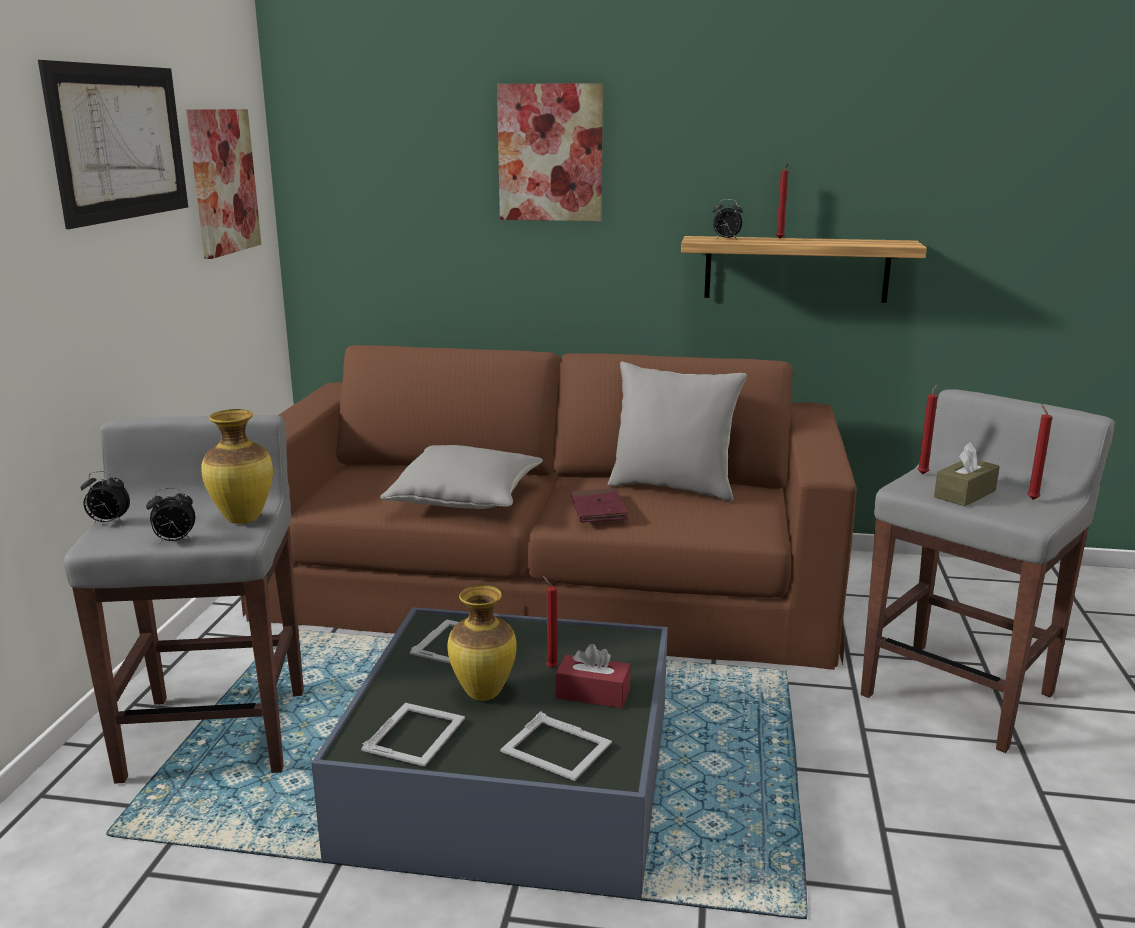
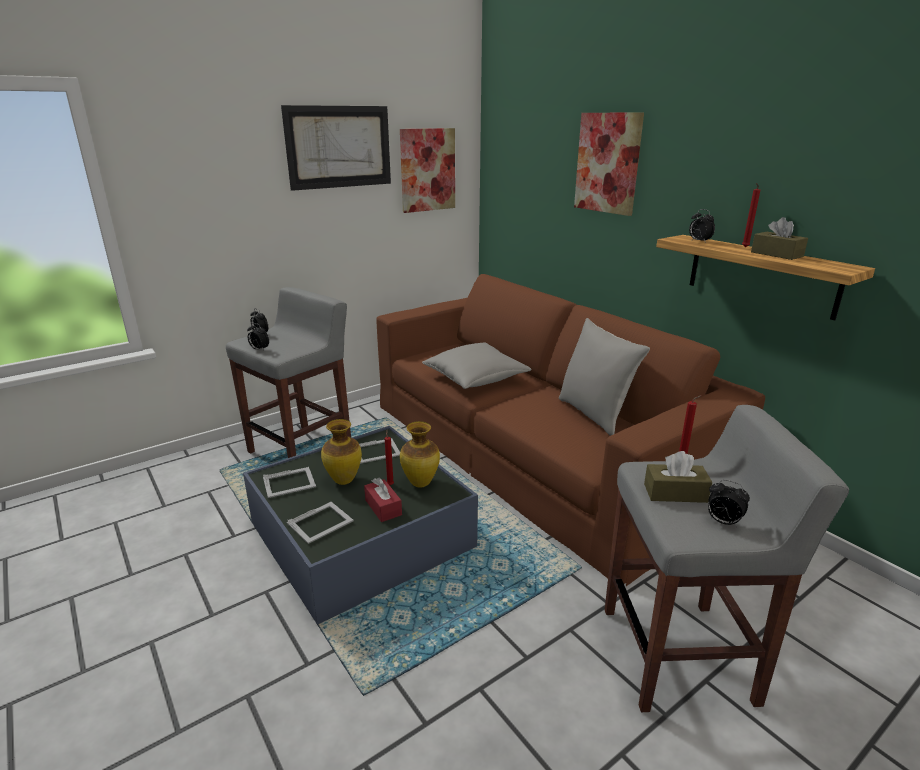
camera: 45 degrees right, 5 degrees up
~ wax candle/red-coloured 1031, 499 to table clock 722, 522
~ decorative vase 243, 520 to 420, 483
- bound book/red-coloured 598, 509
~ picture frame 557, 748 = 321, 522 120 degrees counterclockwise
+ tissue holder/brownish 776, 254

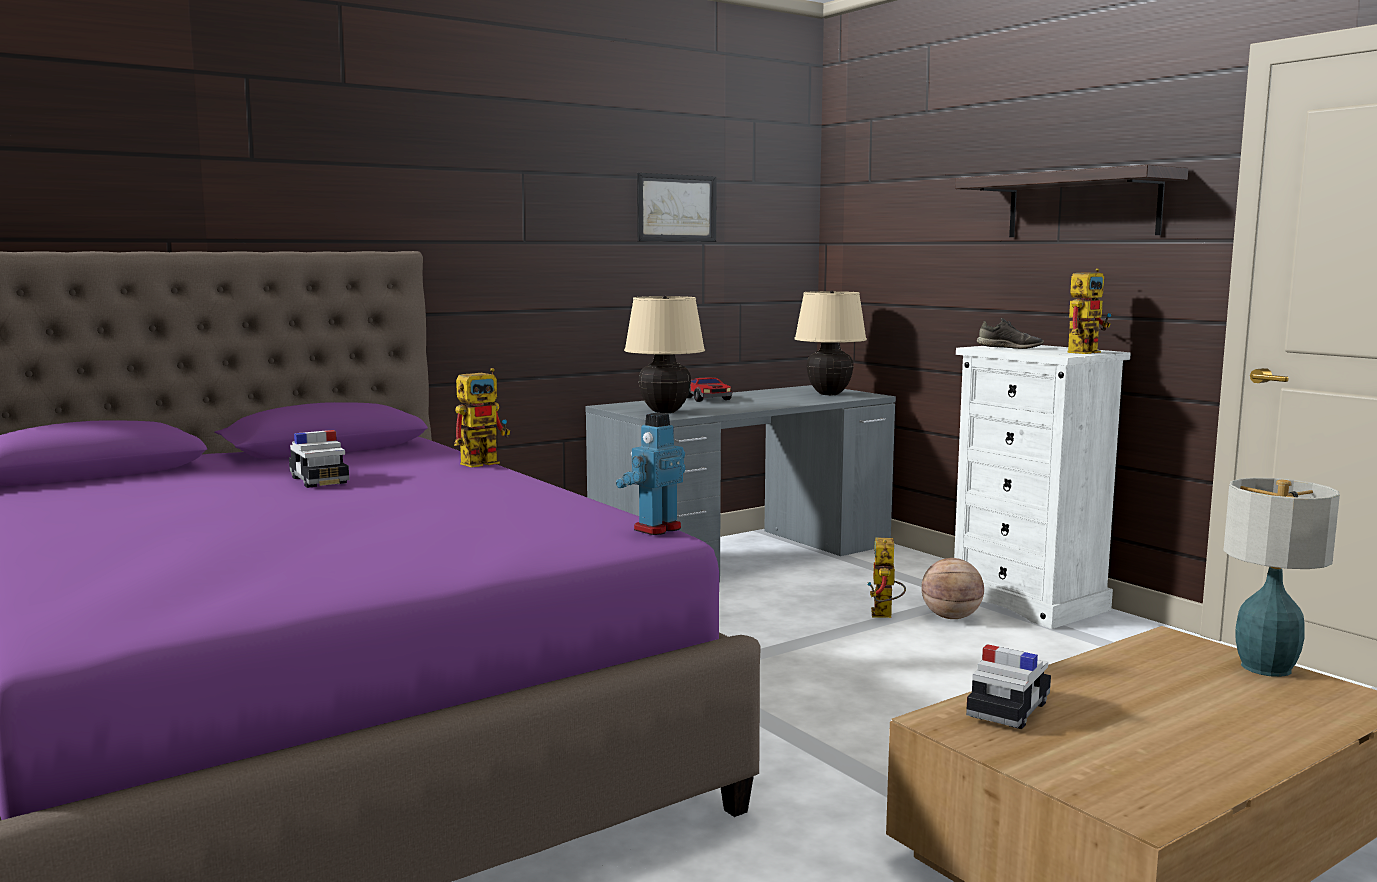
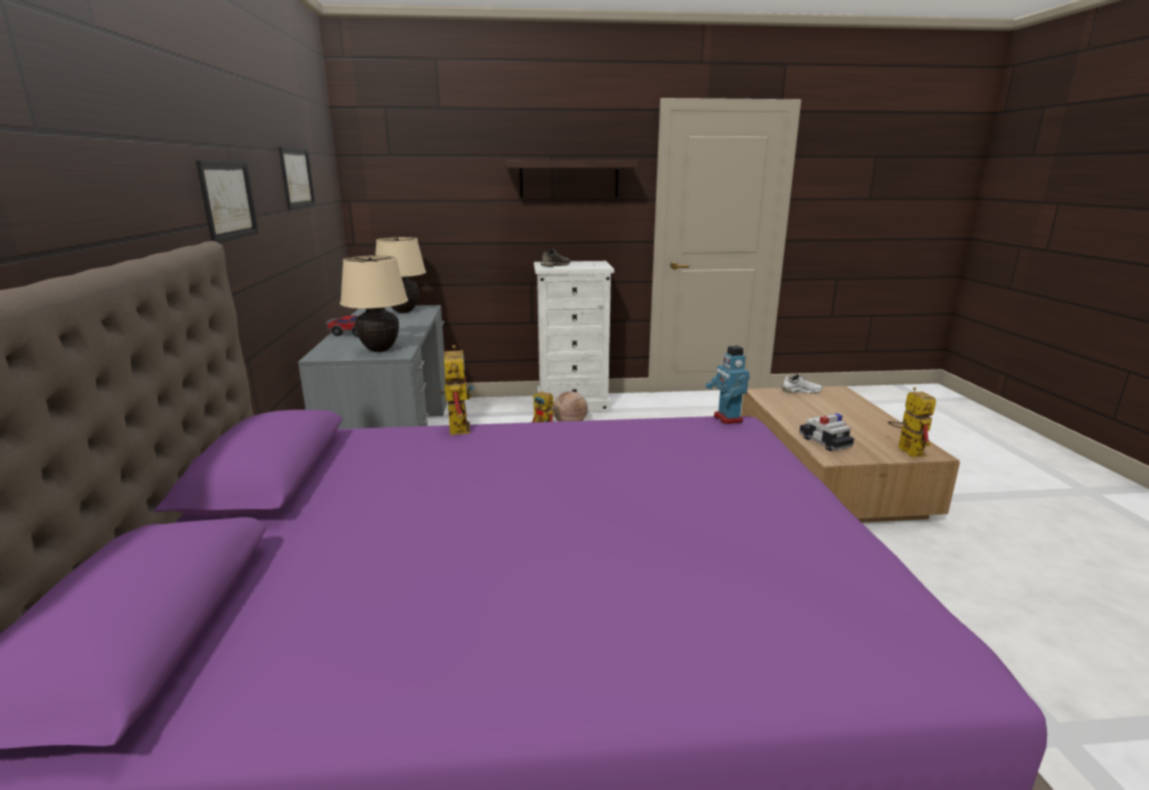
camera: 60 degrees left, 10 degrees up
~ toy robot 1085, 351 to 905, 449
- miniature car 319, 480
~ lamp for a table 1265, 667 to item of footwear/white 801, 391
+ wall art 228, 200

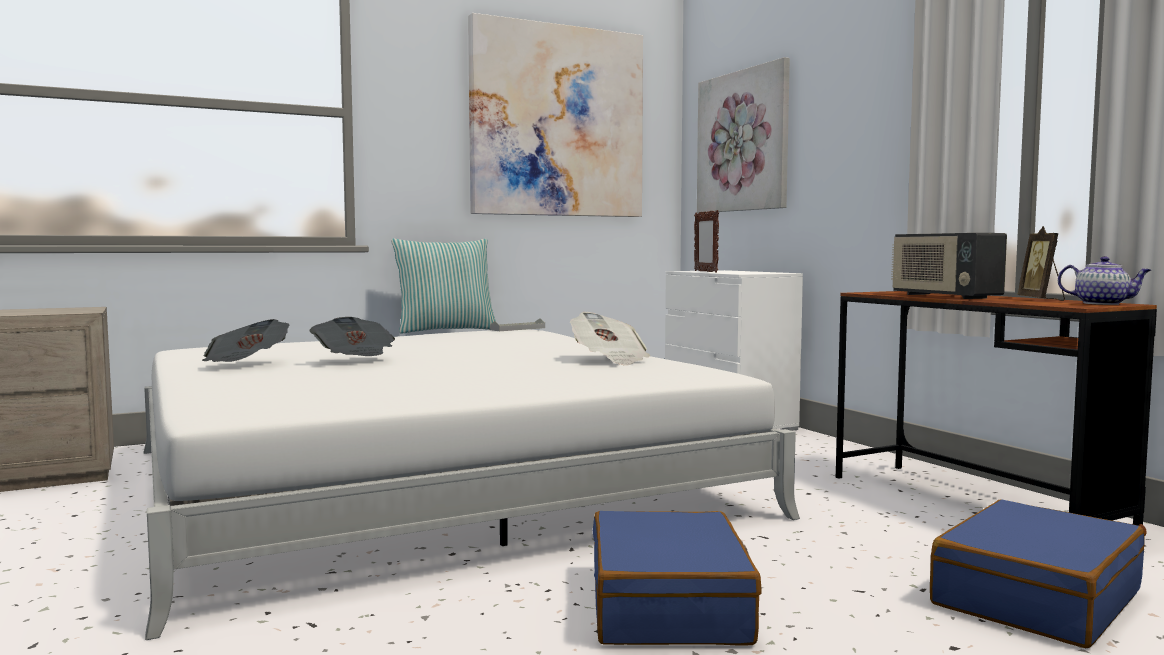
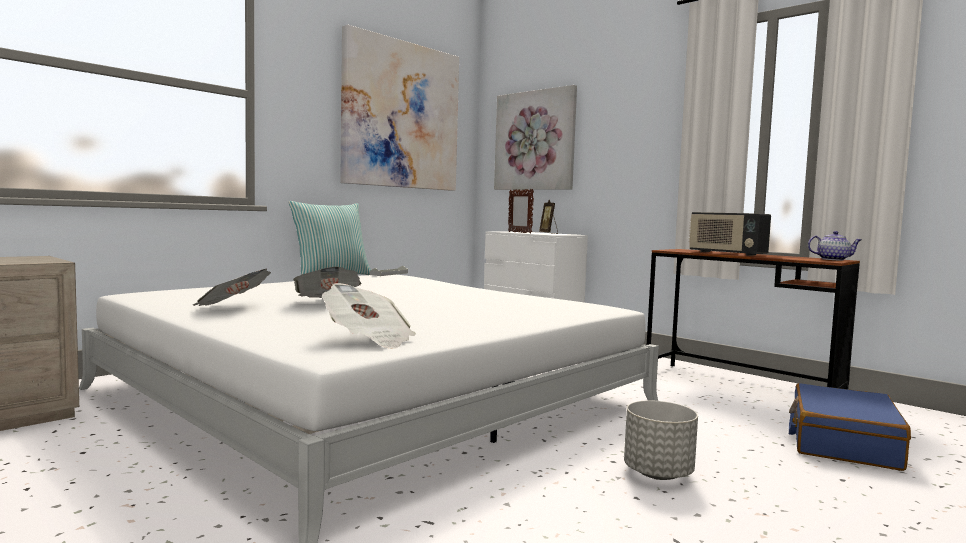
camera: 20 degrees left, 0 degrees up
~ picture frame 1041, 299 to 549, 233
~ daily paper 609, 360 to 369, 340
~ suitcase/blue 669, 605 to plant pot/gray 657, 473

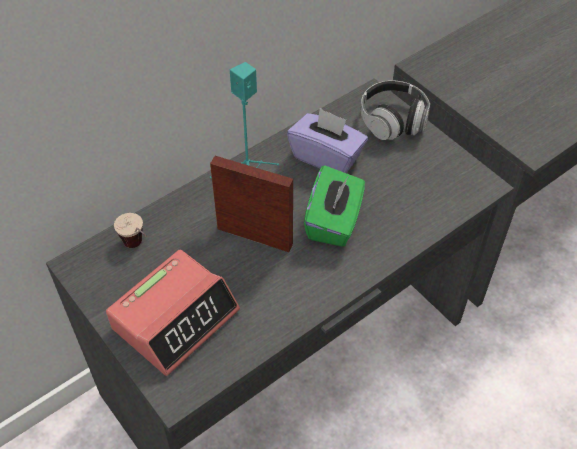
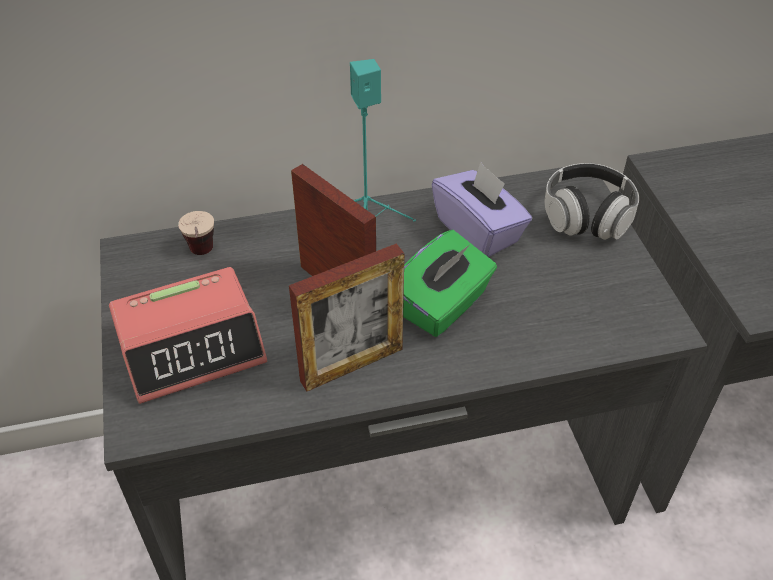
camera: 25 degrees right, 5 degrees down
+ picture frame 352, 365

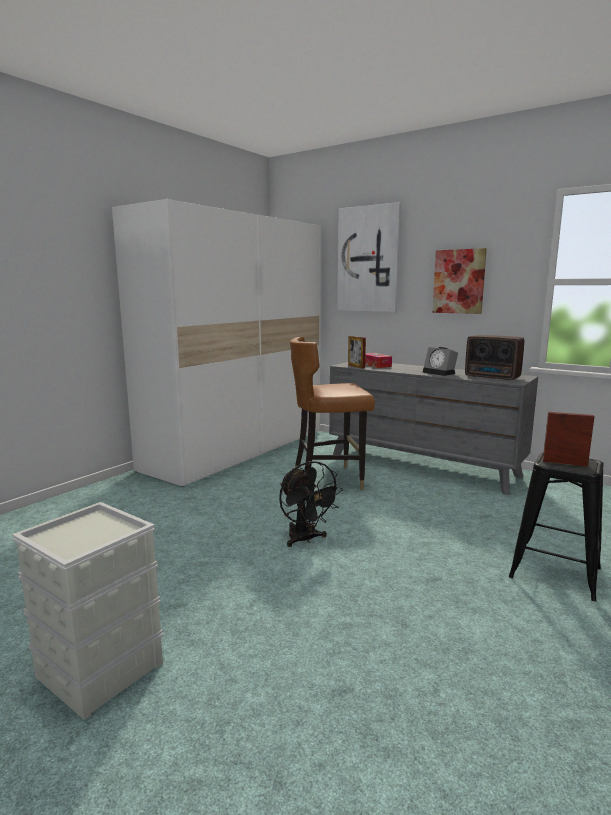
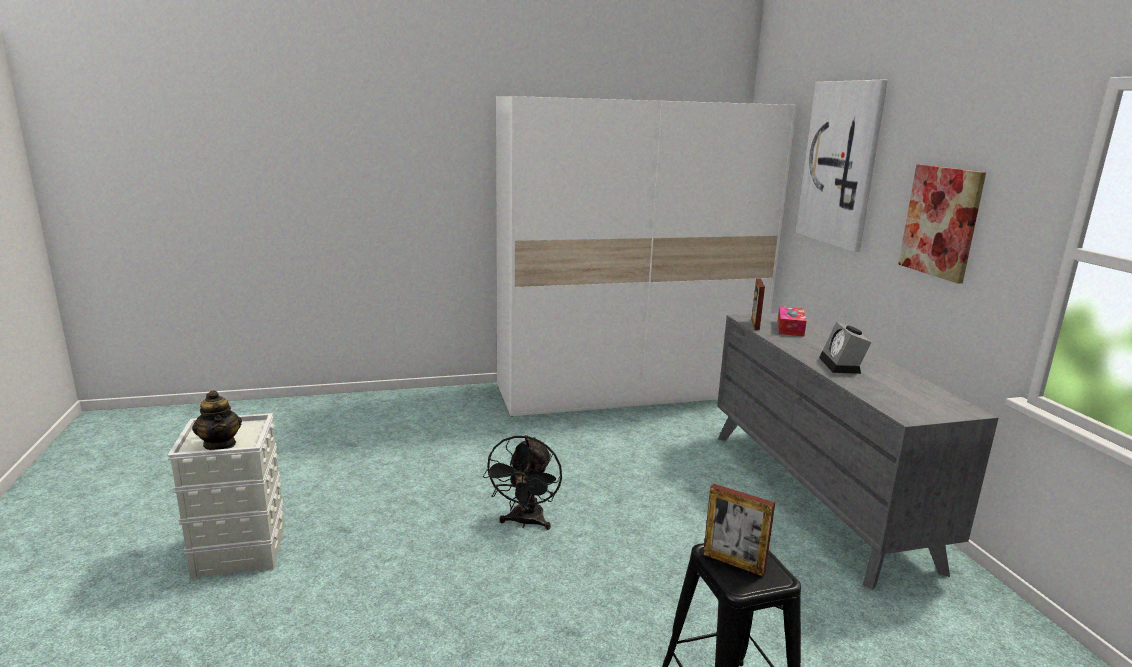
camera: 40 degrees right, 5 degrees up
- radio receiver 493, 377
- upright chair/brownish 328, 480
~ picture frame 564, 463 = 733, 563 150 degrees clockwise
+ pot for tea 220, 444

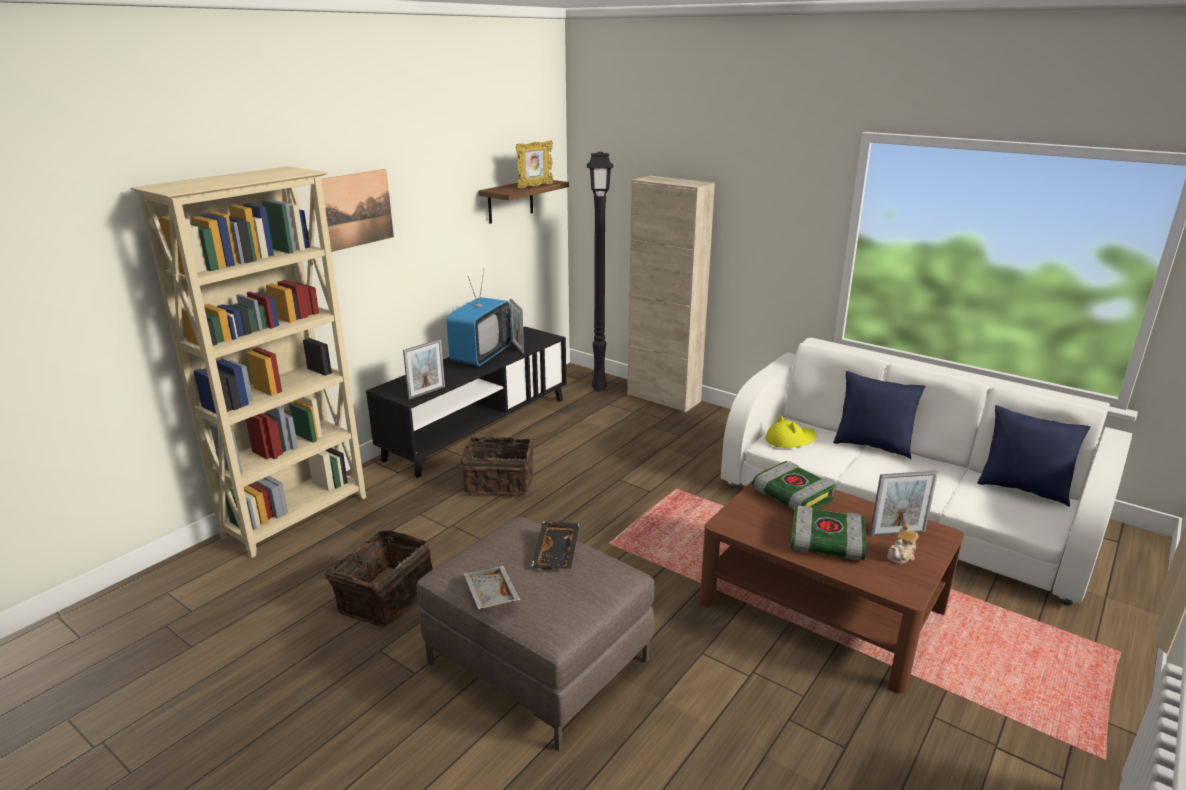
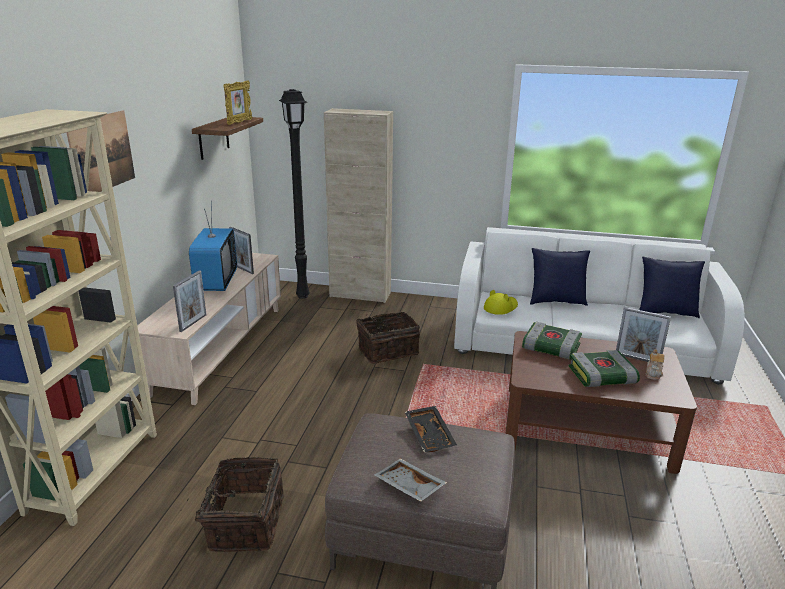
camera: 25 degrees left, 0 degrees up
~ media console/black-coloured 478, 428 to media console/beige-coloured 220, 348
~ storage basket 499, 482 to 387, 351
~ picture frame 897, 533 = 637, 358 60 degrees clockwise

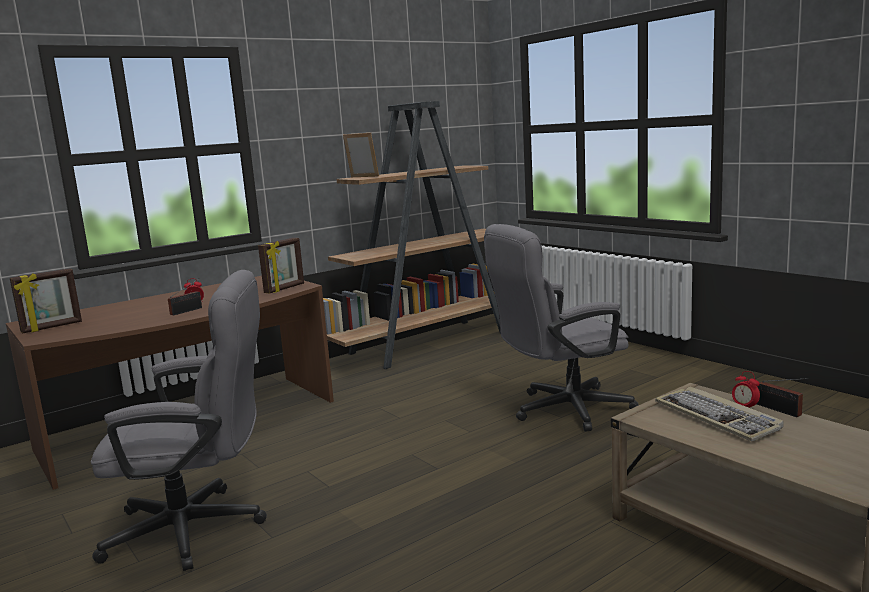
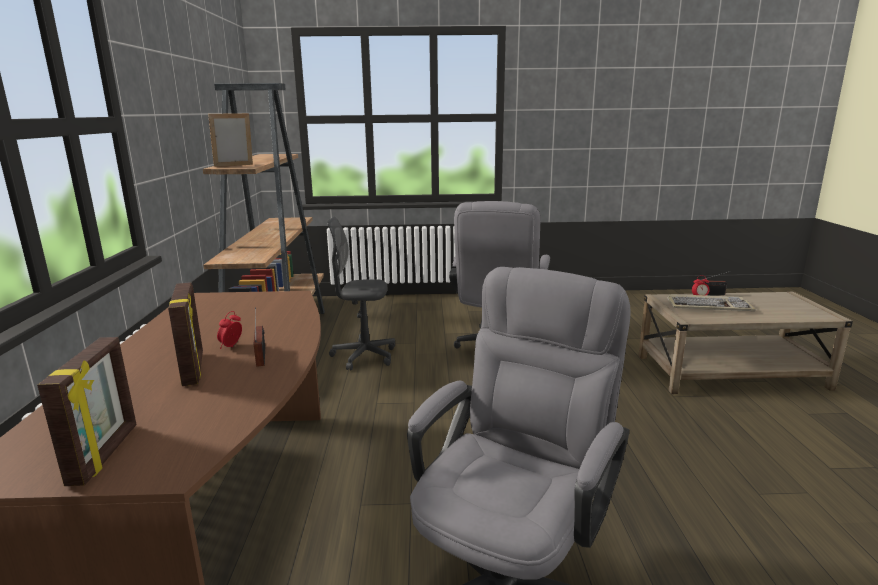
camera: 55 degrees left, 5 degrees up
~ picture frame 285, 288 to 194, 369
+ desk chair/gray 364, 356

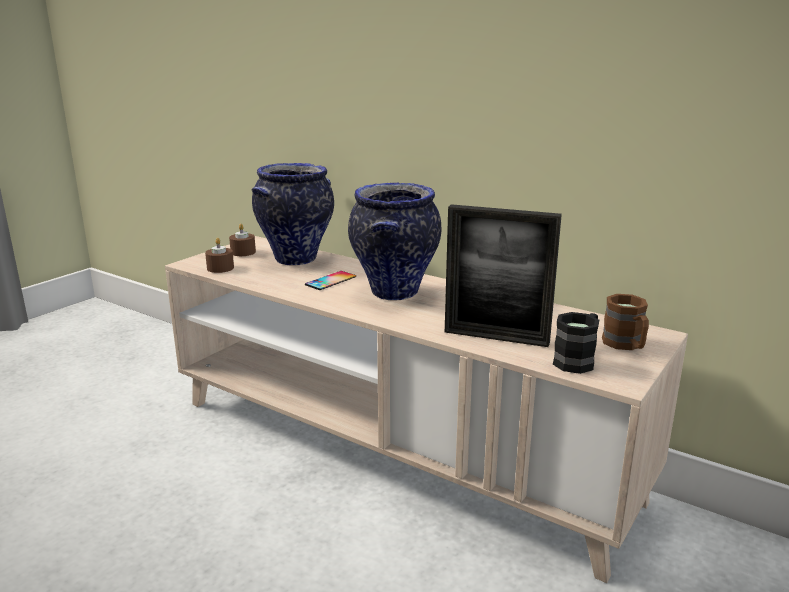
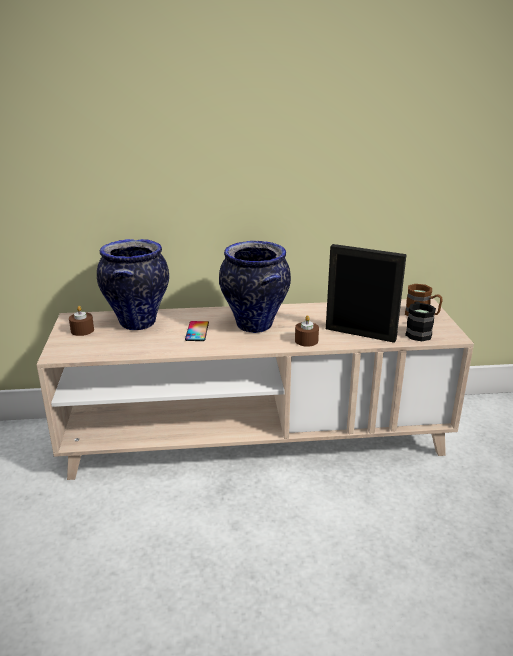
camera: 40 degrees left, 5 degrees up
~ picture frame 496, 337 = 360, 334 135 degrees counterclockwise
~ wax candle/brownish 220, 268 to 306, 340

